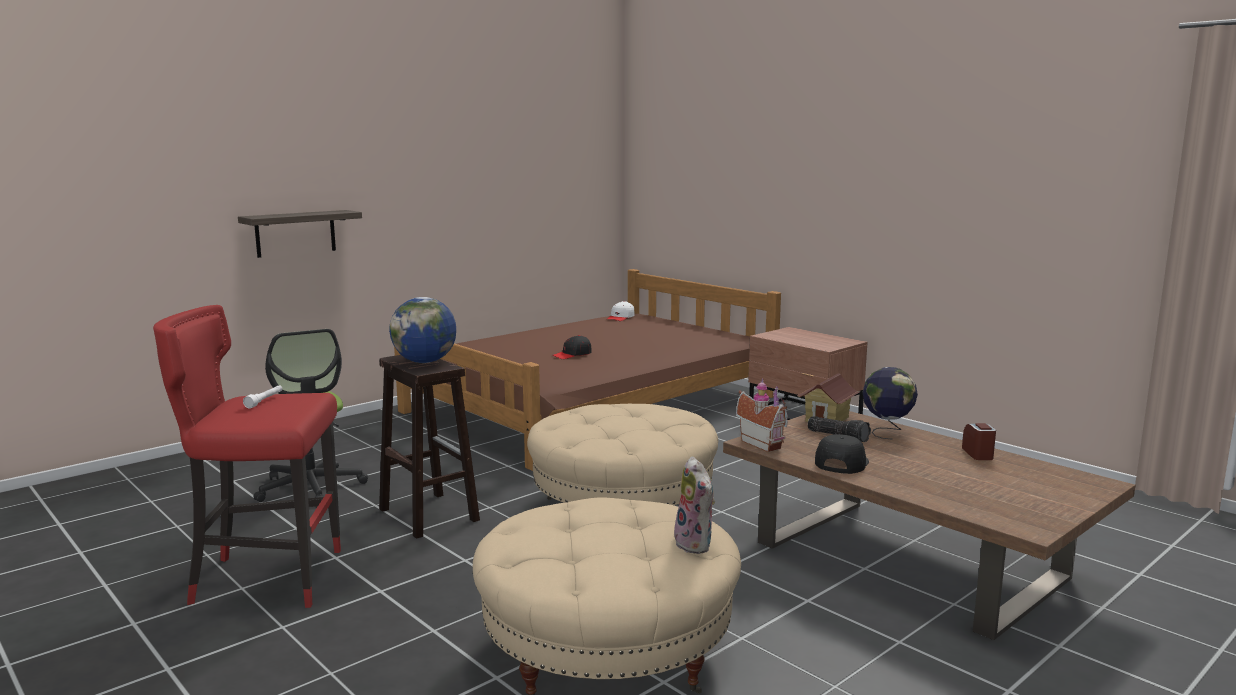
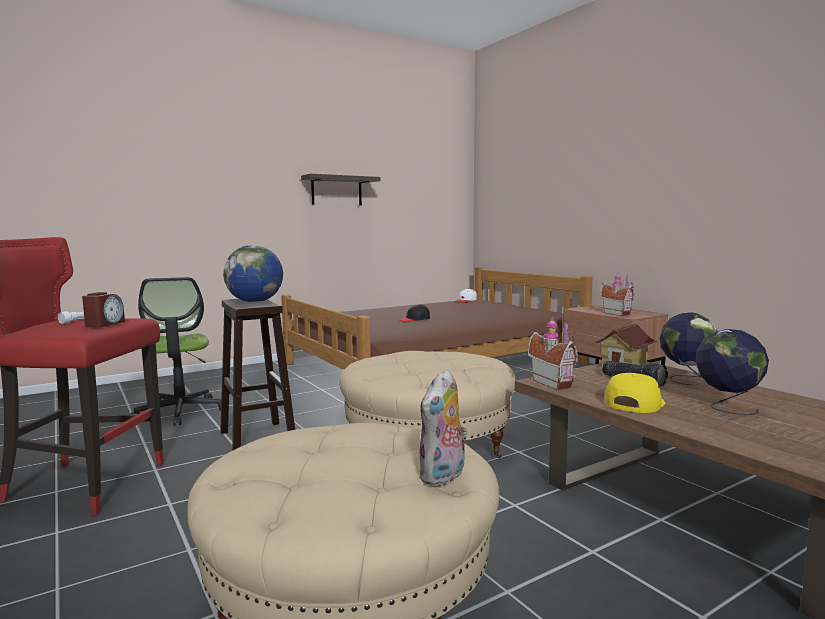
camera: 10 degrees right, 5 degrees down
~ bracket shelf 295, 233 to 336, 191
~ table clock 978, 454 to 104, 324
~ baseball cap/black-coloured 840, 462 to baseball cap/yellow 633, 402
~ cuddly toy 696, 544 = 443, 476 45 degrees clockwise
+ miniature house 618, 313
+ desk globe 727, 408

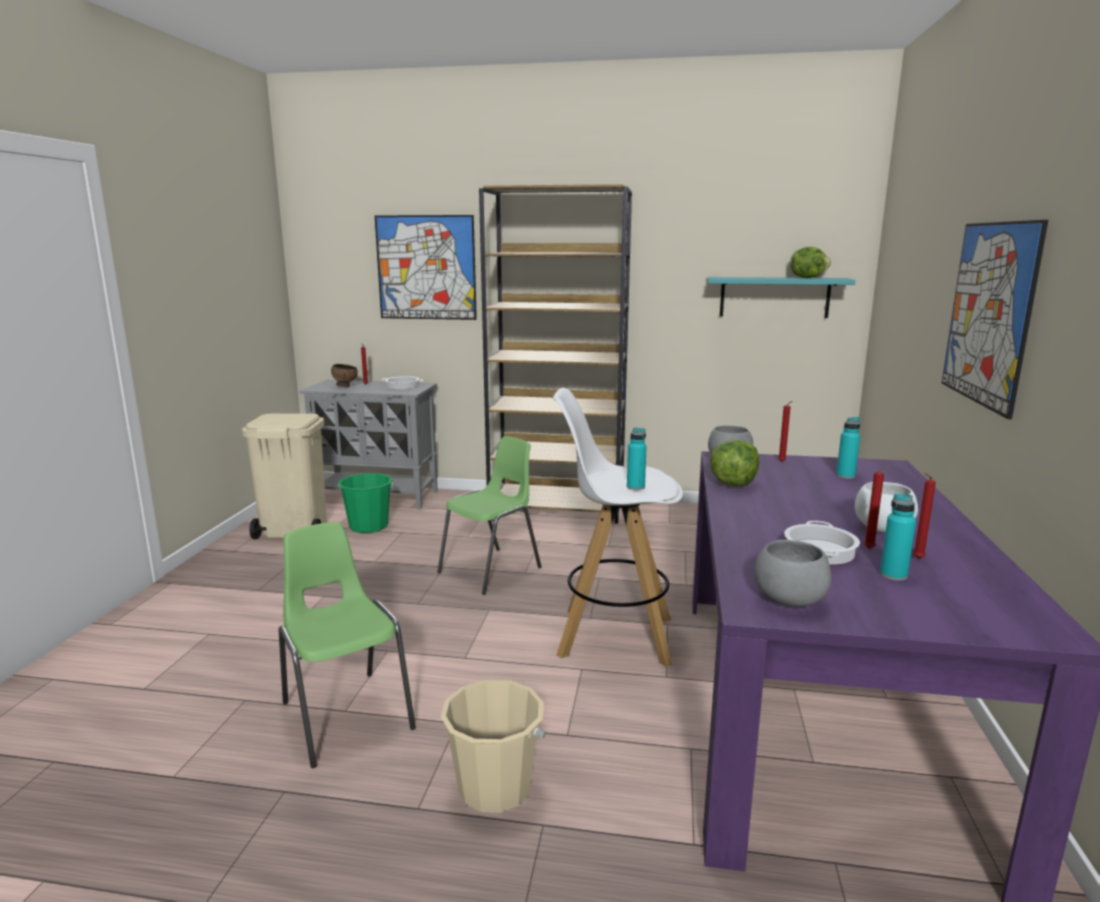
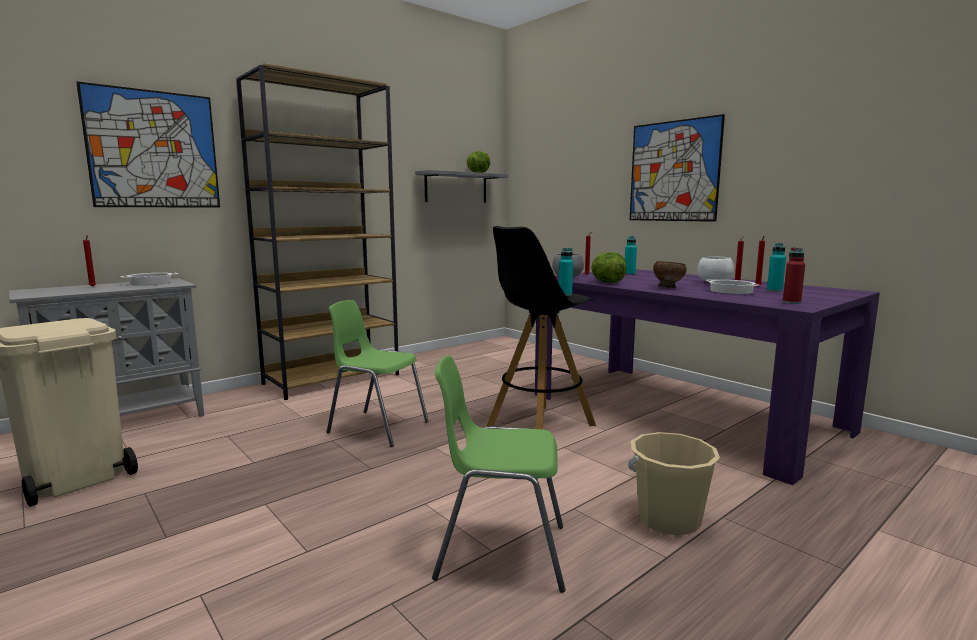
camera: 50 degrees left, 5 degrees down
~ bracket shelf/turquoise 774, 297 to bracket shelf/gray 456, 187
~ serving bowl/brownish 345, 386 to 667, 288
~ sitting stool/white 614, 636 to sitting stool/black-coloured 539, 426
~ upright chair/greenish 492, 570 = 377, 427 60 degrees counterclockwise
- water bucket/greenish 369, 526
~ serving bowl/gray 789, 600 to beverage bottle/red-coloured 791, 302

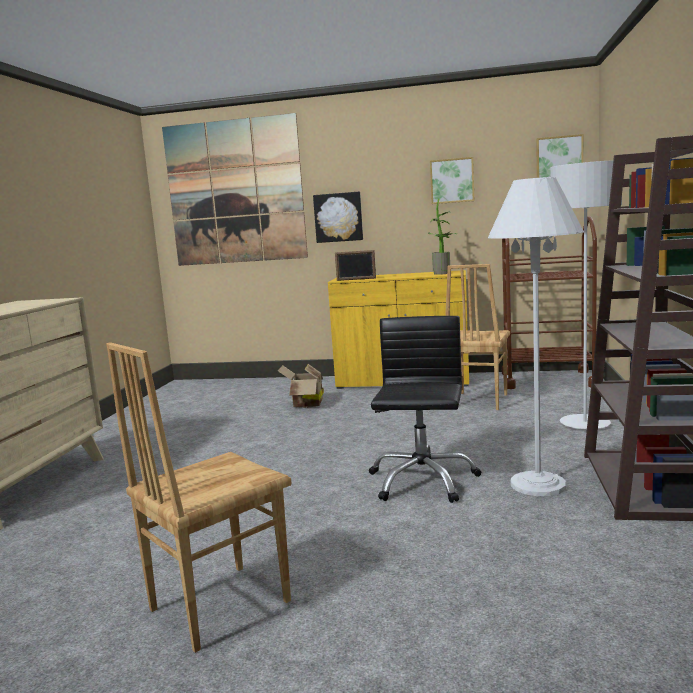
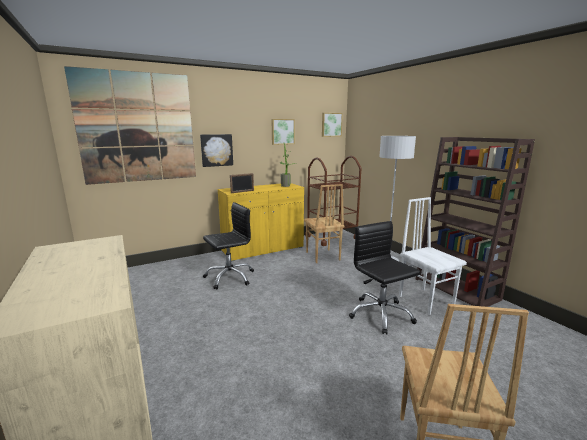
camera: 40 degrees left, 5 degrees up
~ standing lamp/white 538, 484 to upright chair/white 426, 300
~ cardboard box 305, 404 to desk chair/black-coloured 229, 277

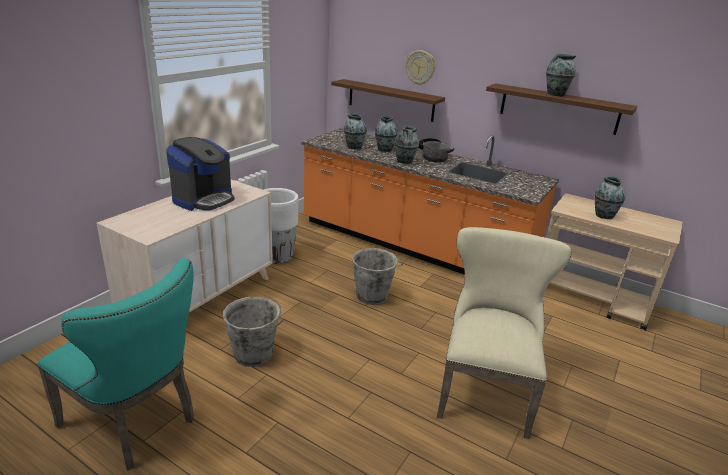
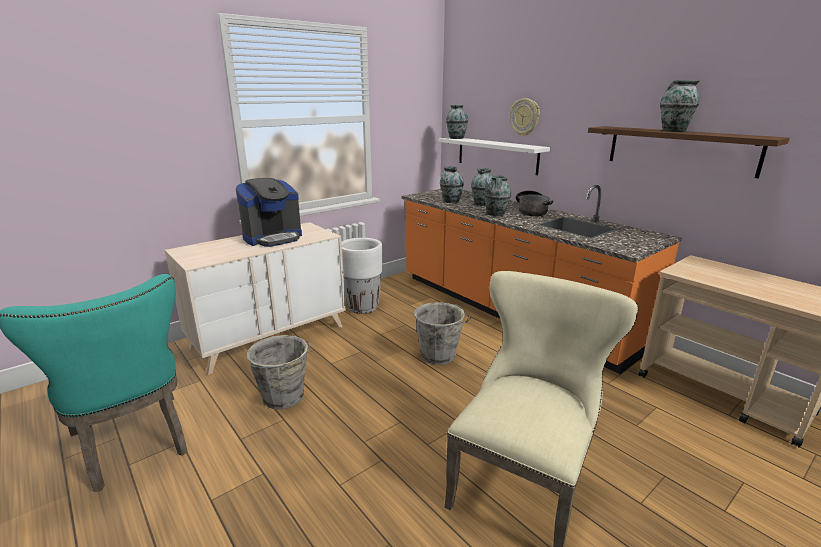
camera: 20 degrees right, 5 degrees down
~ bracket shelf/brownish 390, 100 to bracket shelf/white 496, 155
~ decorative vase 603, 215 to 456, 138

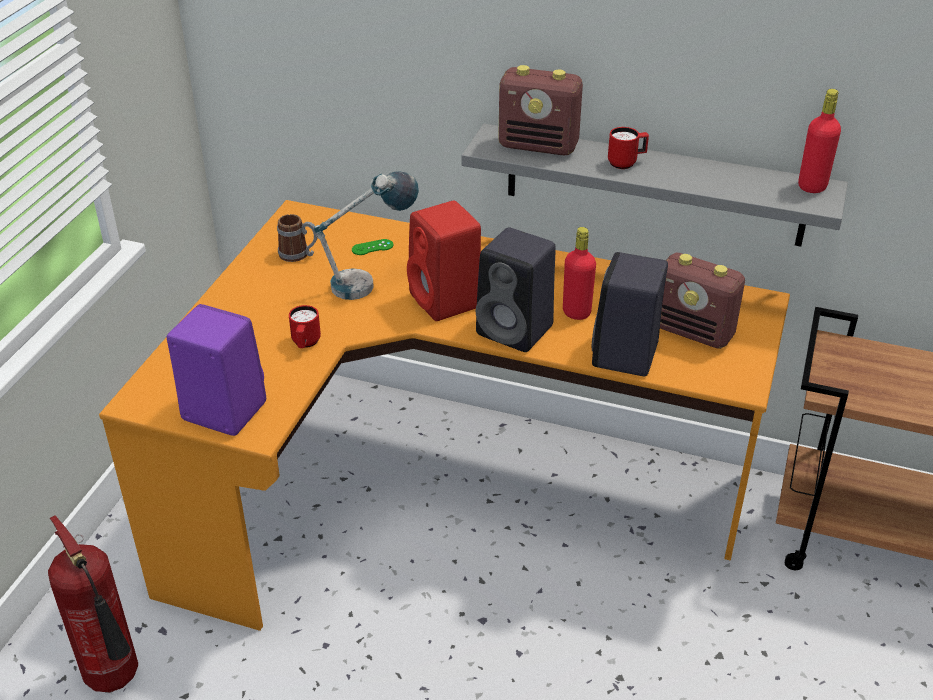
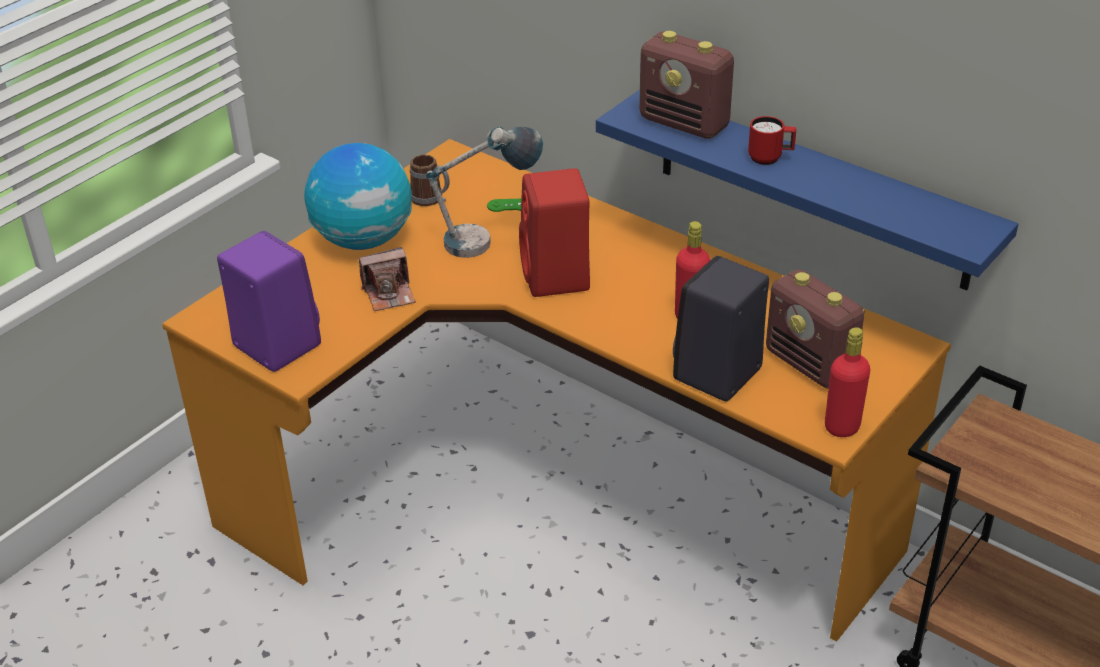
camera: 20 degrees right, 0 degrees up
~ beverage bottle/red-coloured 812, 186 to 842, 427
~ bracket shelf/gray 654, 185 to bracket shelf/blue 811, 189
- audio speaker/black-coloured 517, 330
~ mug/red-coloured 305, 344 to still camera 389, 294
- extinguisher 117, 680
+ desk globe 363, 239

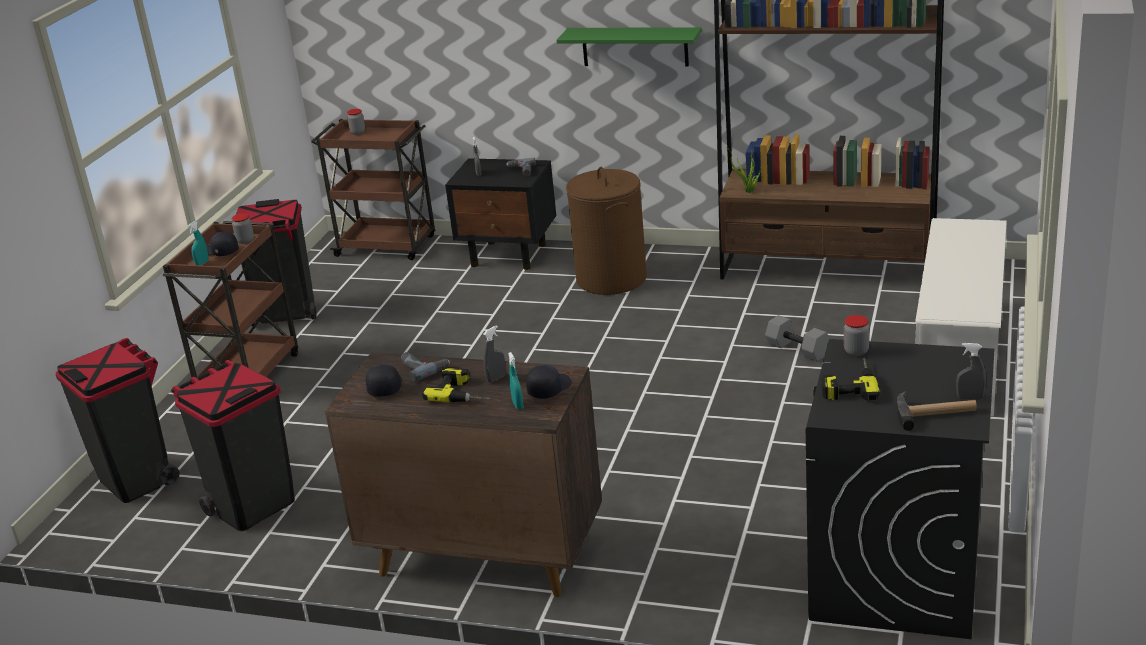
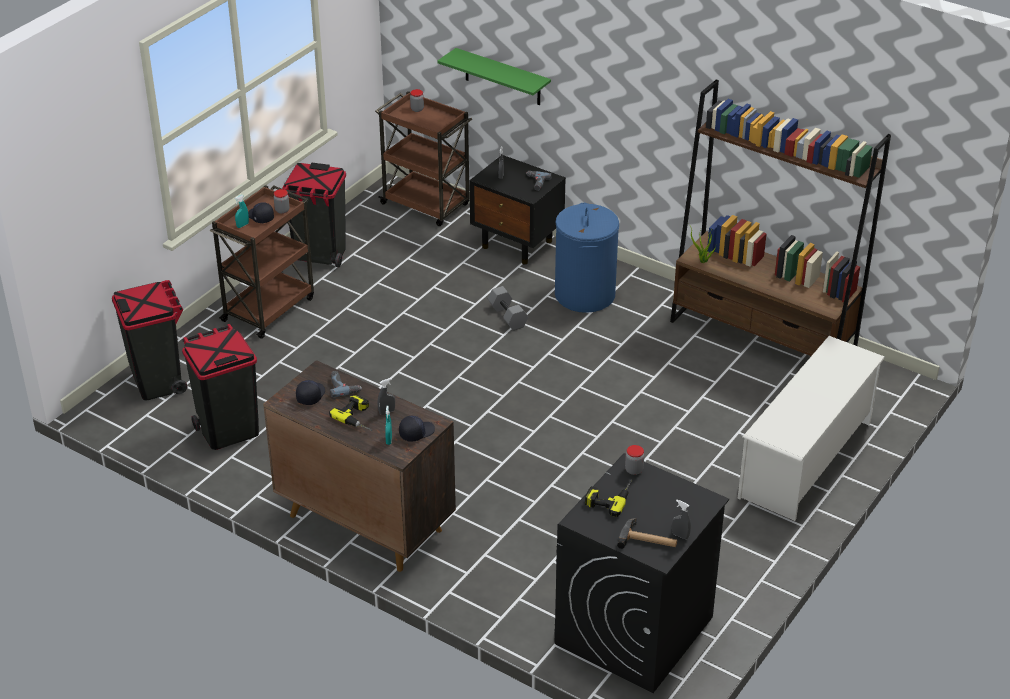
camera: 15 degrees right, 10 degrees up
~ bracket shelf/greenish 634, 46 to 502, 77
~ washing basket/brownish 611, 279 to washing basket/blue 584, 294
~ free weight/gray 798, 349 to 508, 316

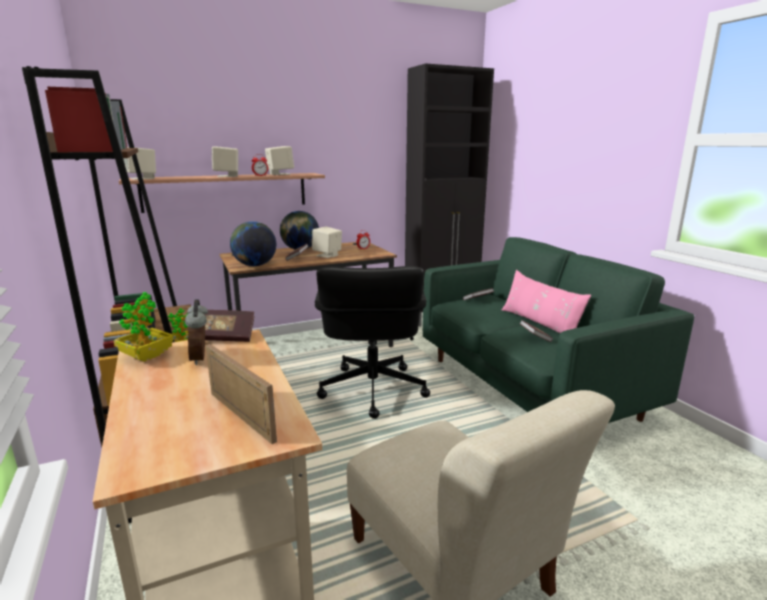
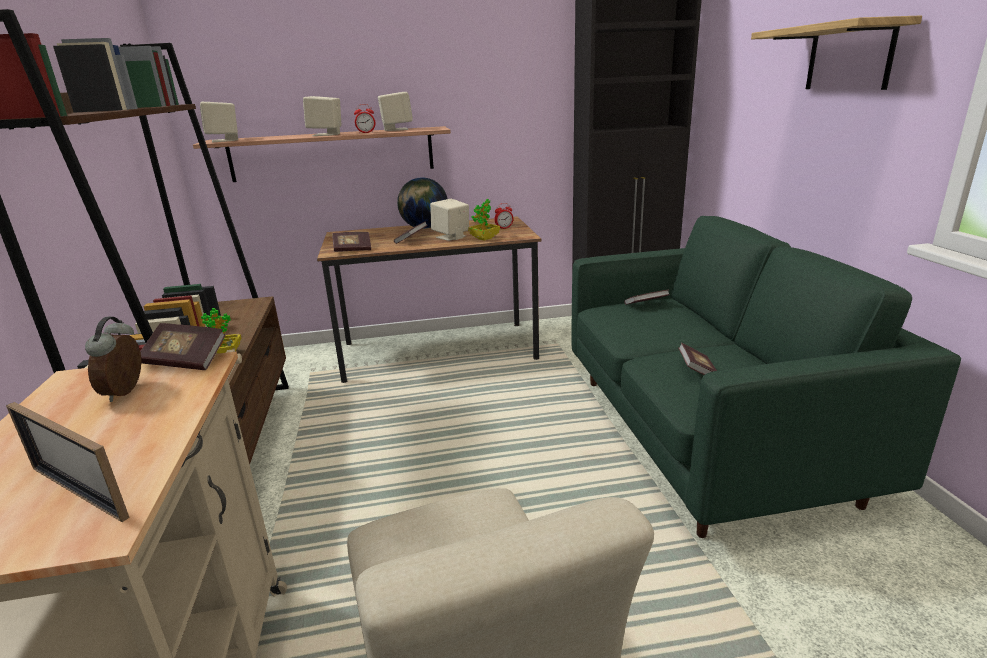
camera: 15 degrees right, 5 degrees up
~ desk globe 254, 265 to bound book 352, 249
- desk chair/black-coloured 372, 390
- cushion/pink-coloured 539, 323
~ houseplant 146, 356 to 484, 238
~ picture frame 241, 416 = 78, 491 150 degrees clockwise
+ bracket shelf 849, 57

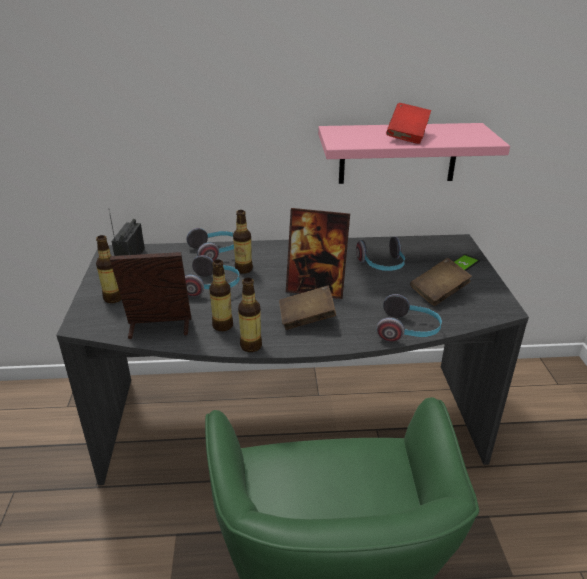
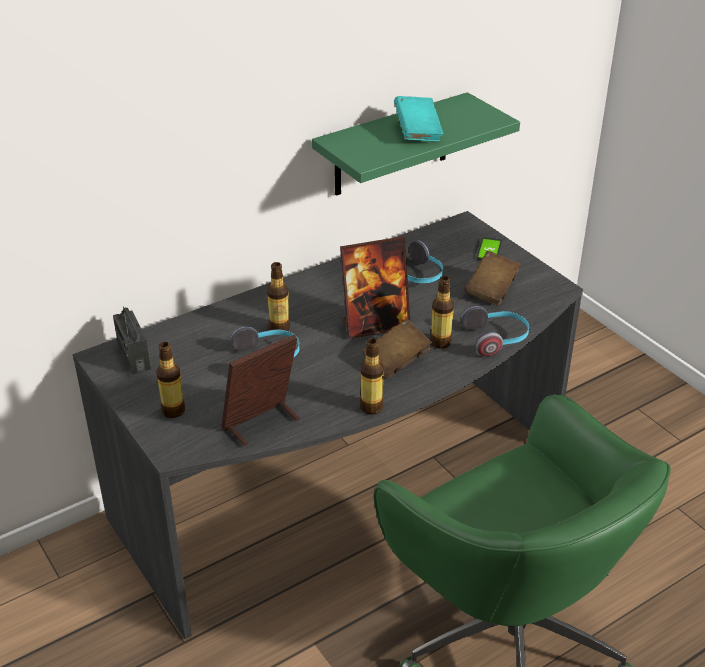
camera: 30 degrees left, 5 degrees up
~ bound book/red-coloured 407, 136 to bound book/turquoise 417, 132
~ bracket shelf/pink-coloured 398, 153 to bracket shelf/greenish 391, 145
- headset 216, 252
~ beverage bottle 222, 325 to 440, 342

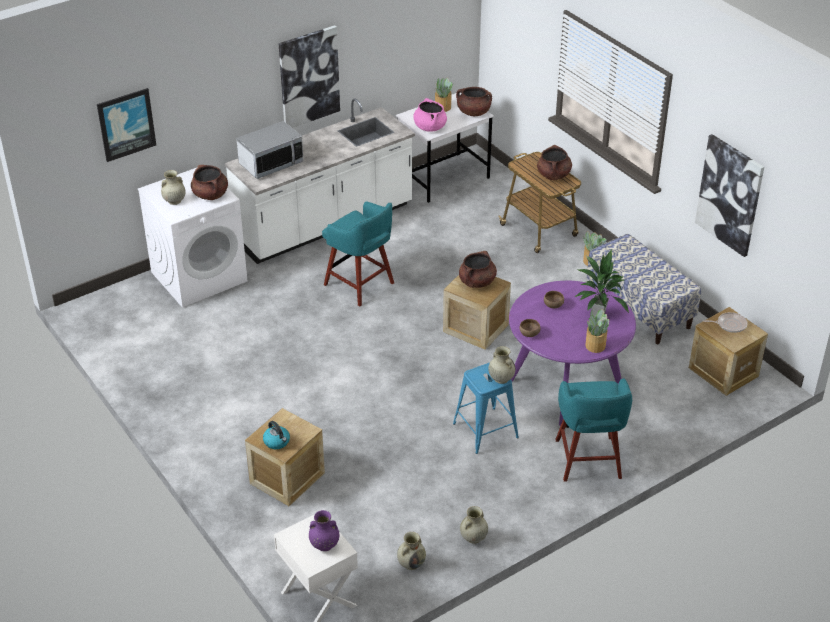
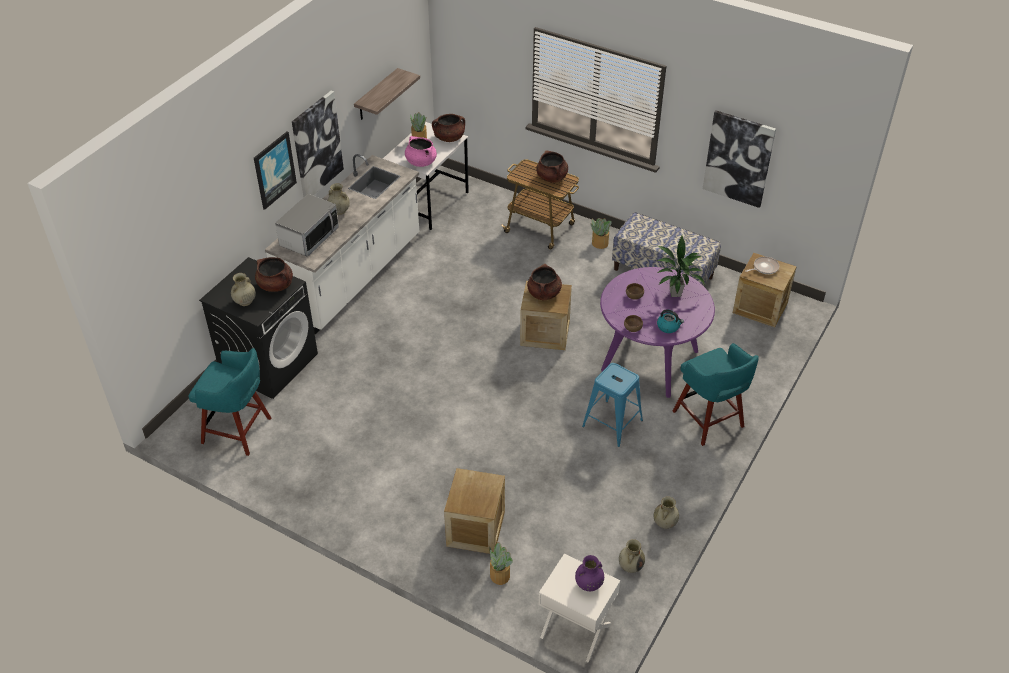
camera: 25 degrees left, 5 degrees up
~ wall art 126, 124 to 274, 170
~ washing machine/white 199, 276 to washing machine/black-coloured 269, 363
~ sitting stool/turquoise 360, 285 to 238, 431
~ houseplant 595, 345 to 500, 575
~ decorative vase/beige-coloured 501, 378 to 339, 211
~ kettle 277, 442 to 668, 327
+ bracket shelf 376, 95

